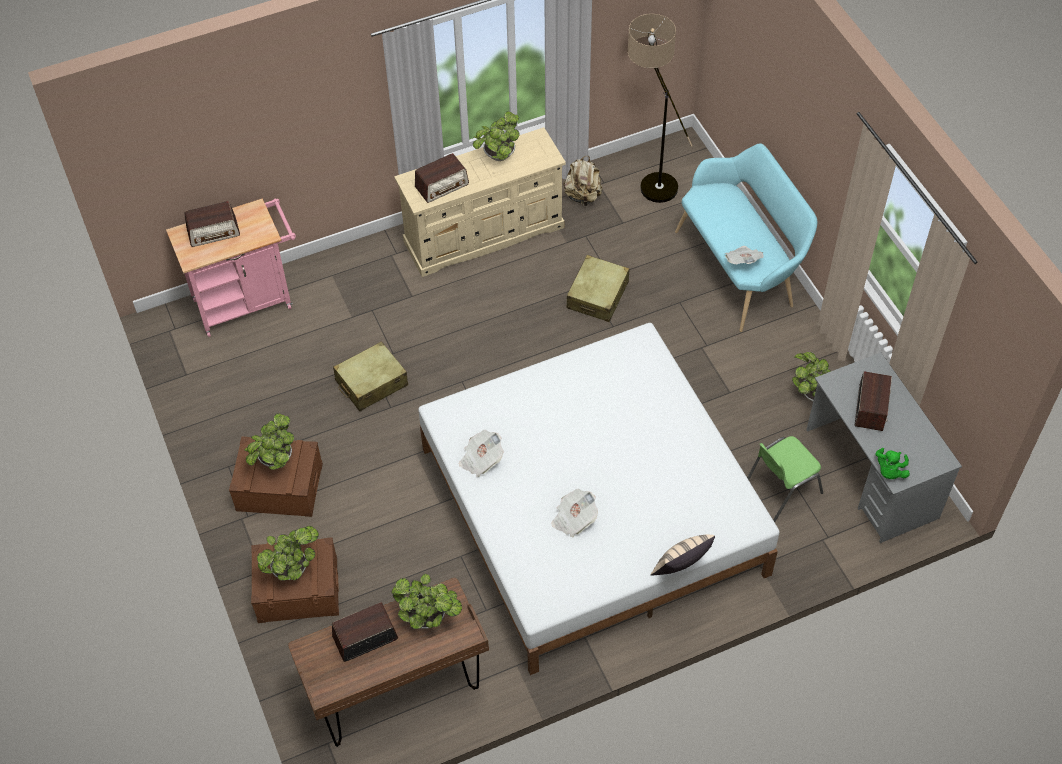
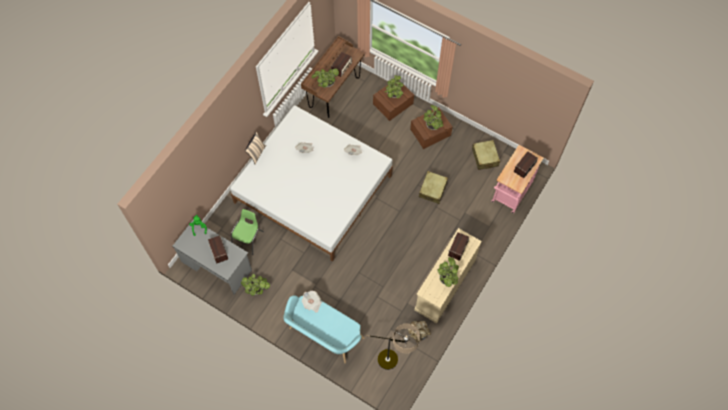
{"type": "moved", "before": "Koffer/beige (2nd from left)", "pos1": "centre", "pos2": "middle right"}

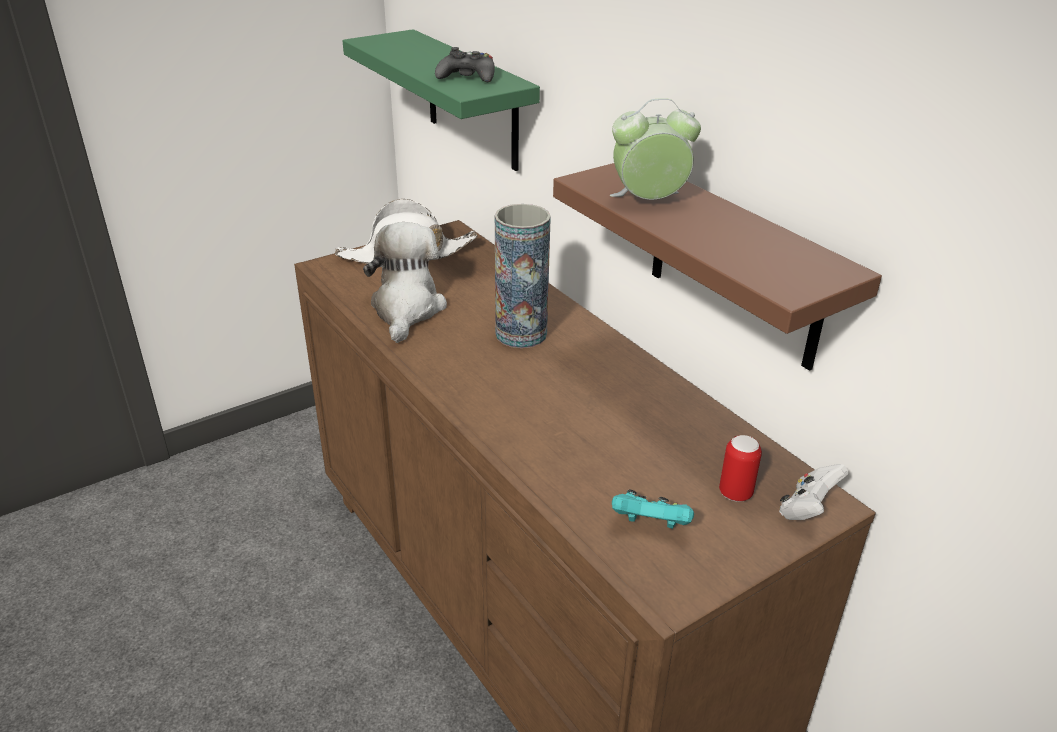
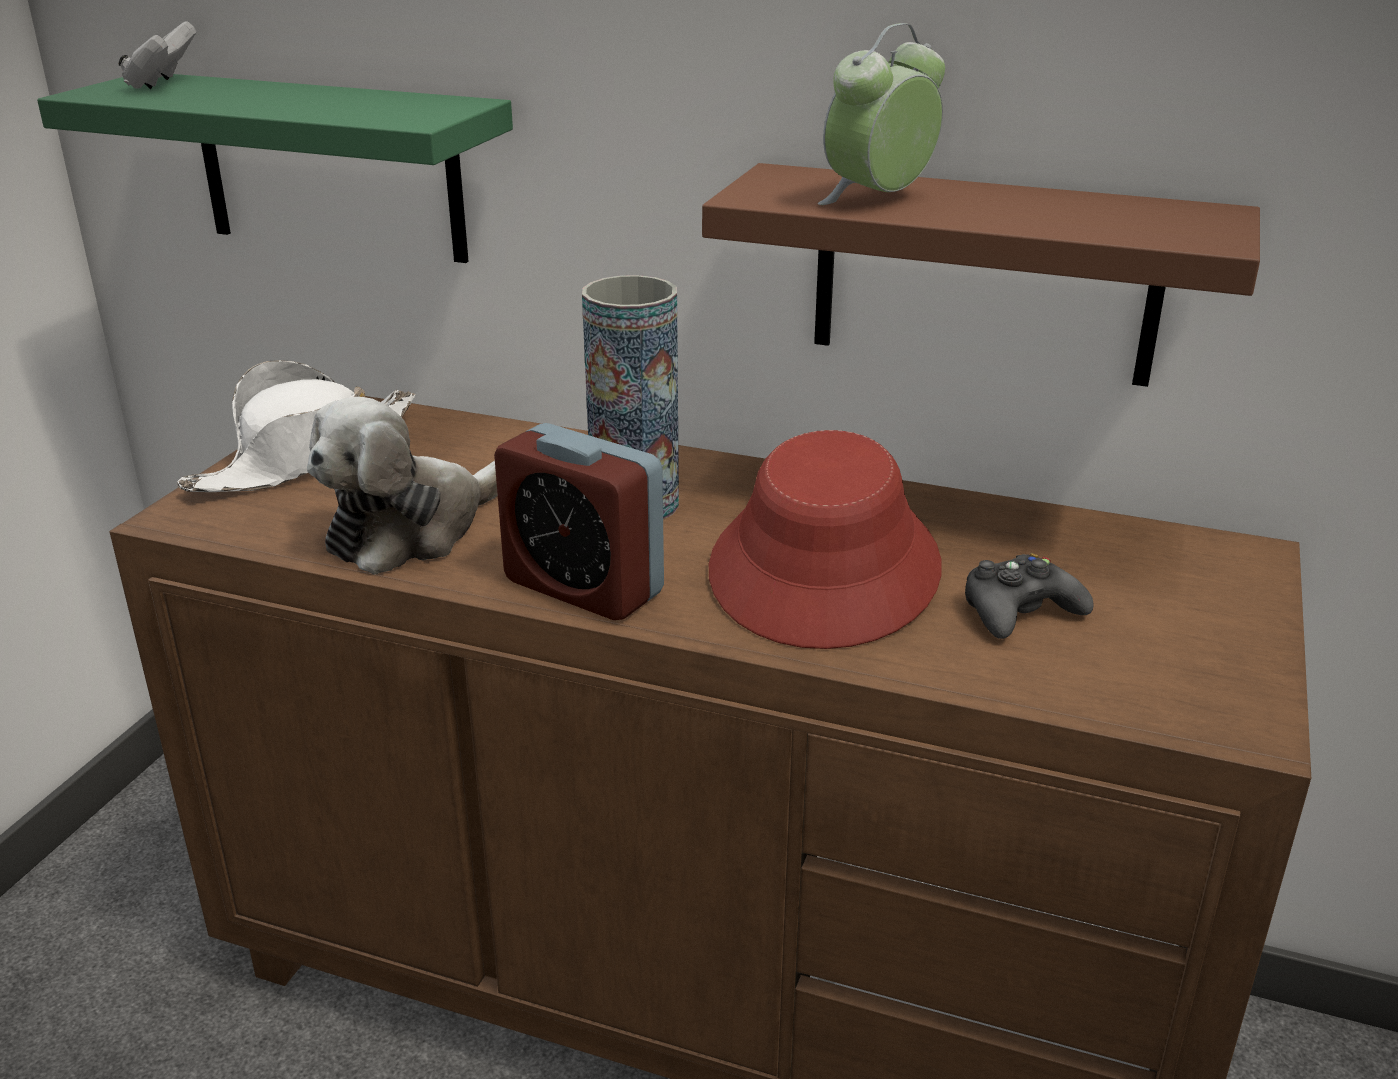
{"type": "moved", "before": "Gamepad/schwarz", "pos1": "top centre", "pos2": "middle right"}
{"type": "turned", "before": "Plüschtier", "pos1": "centre", "pos2": "middle left", "turn": -105}
{"type": "removed", "before": "Dose", "pos1": "middle right"}
{"type": "moved", "before": "Gamepad/weiß", "pos1": "bottom right", "pos2": "top left"}
{"type": "removed", "before": "Gamepad/türkis", "pos1": "bottom centre"}
{"type": "added", "after": "Wecker (1st from left)", "pos2": "centre"}
{"type": "added", "after": "Hut/rot", "pos2": "centre"}

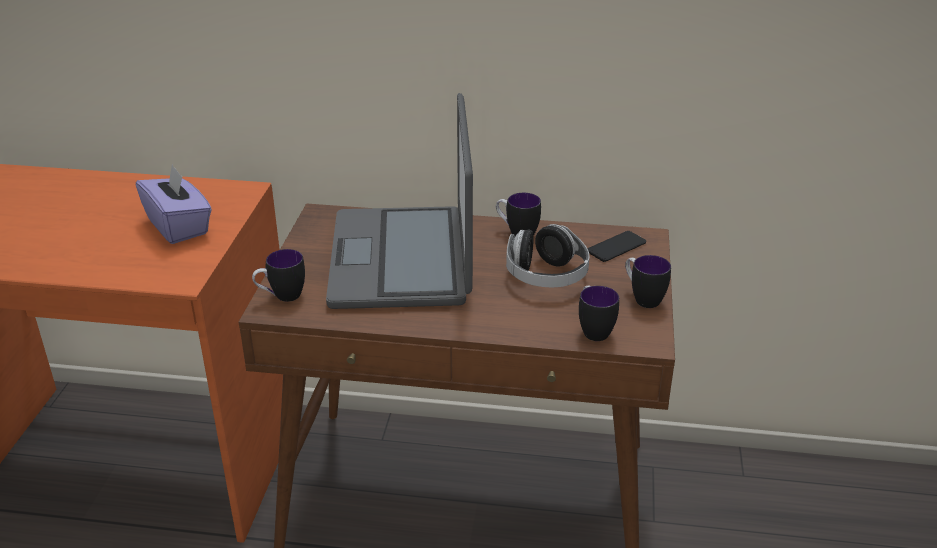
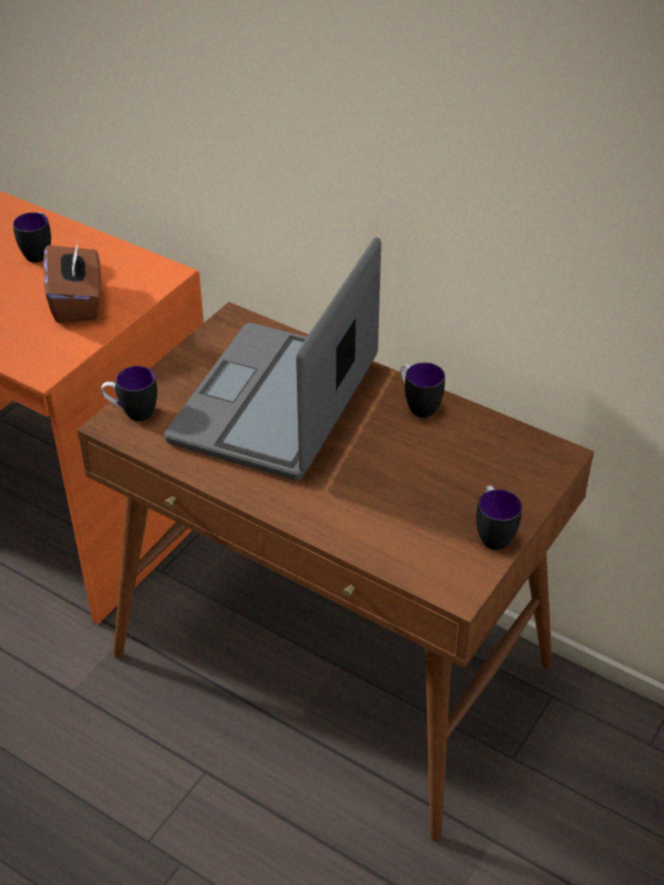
{"type": "recoloured", "before": "Taschentuchbox/lila", "after": "Taschentuchbox/braun", "pos1": "middle left", "pos2": "top left"}
{"type": "removed", "before": "Kopfhörer", "pos1": "centre"}
{"type": "removed", "before": "Handy", "pos1": "centre"}
{"type": "moved", "before": "Henkelbecher (3rd from left in the first image)", "after": "Henkelbecher (1st from left)", "pos1": "centre", "pos2": "top left"}

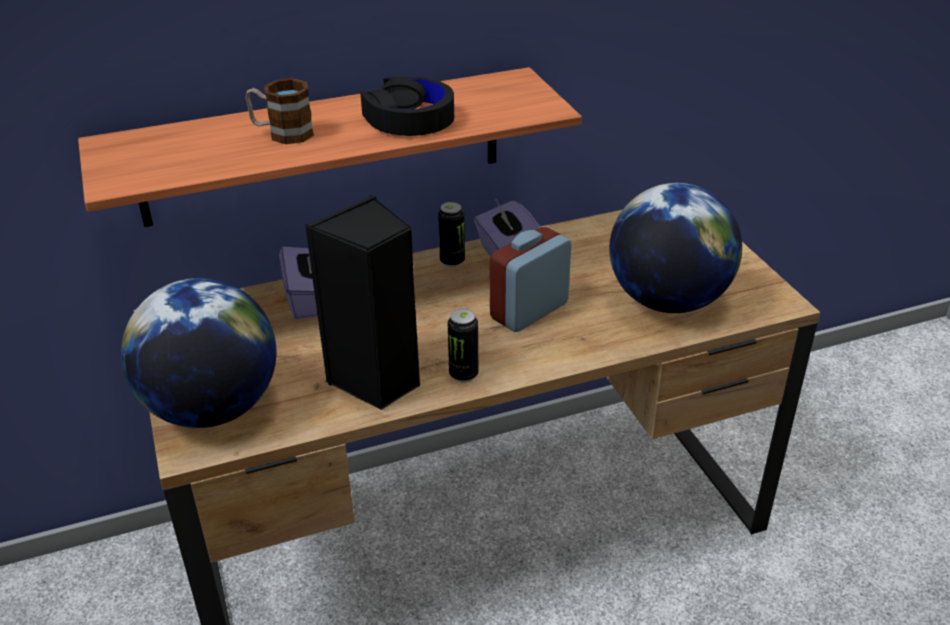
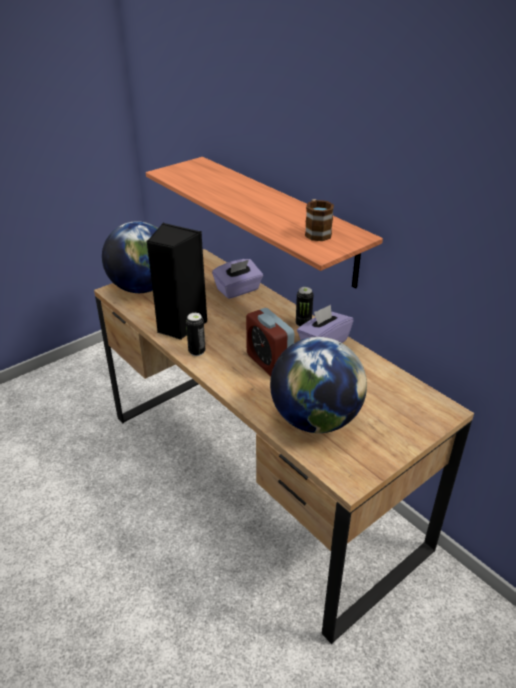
{"type": "removed", "before": "Kopfhörer/schwarz", "pos1": "top centre"}
{"type": "moved", "before": "Henkelbecher", "pos1": "top left", "pos2": "top centre"}
{"type": "turned", "before": "Wecker", "pos1": "centre", "pos2": "centre", "turn": -150}

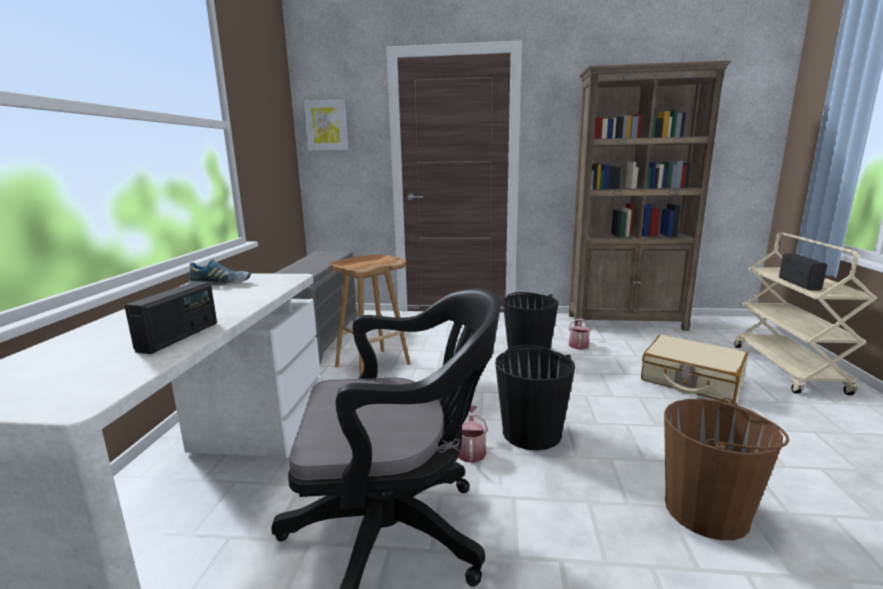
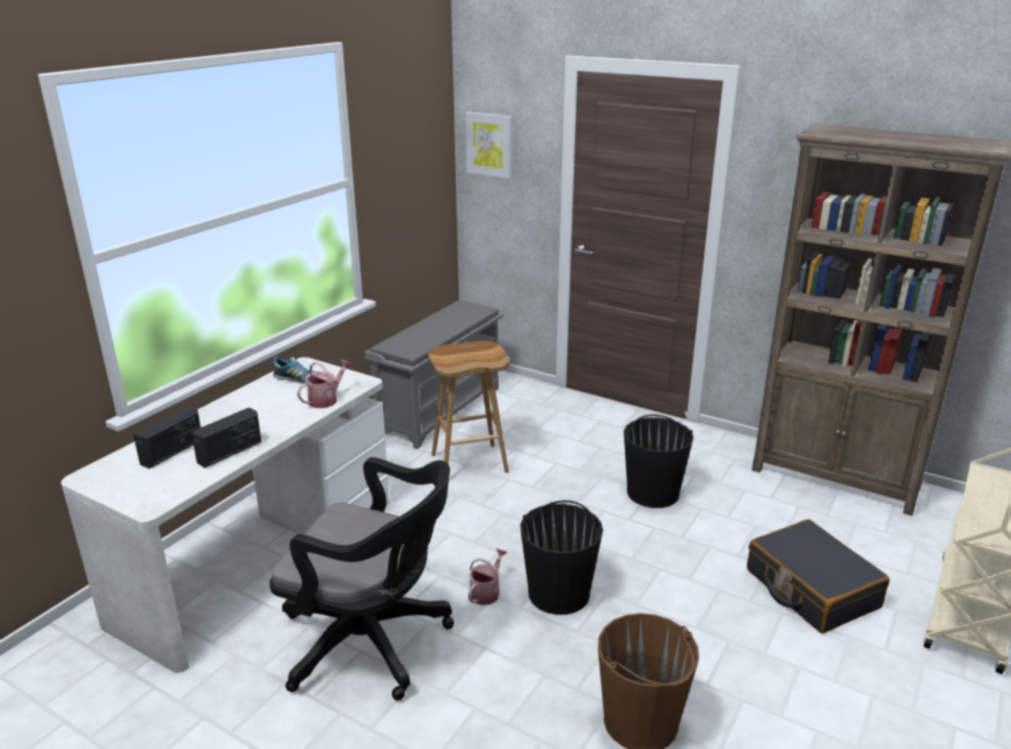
{"type": "moved", "before": "Radio (2nd from left in the first image)", "after": "Radio (1st from left)", "pos1": "middle right", "pos2": "middle left"}
{"type": "moved", "before": "Gießkanne (2nd from left in the first image)", "after": "Gießkanne (1st from left)", "pos1": "centre", "pos2": "middle left"}
{"type": "recoloured", "before": "Koffer/beige", "after": "Koffer/schwarz", "pos1": "middle right", "pos2": "bottom right"}

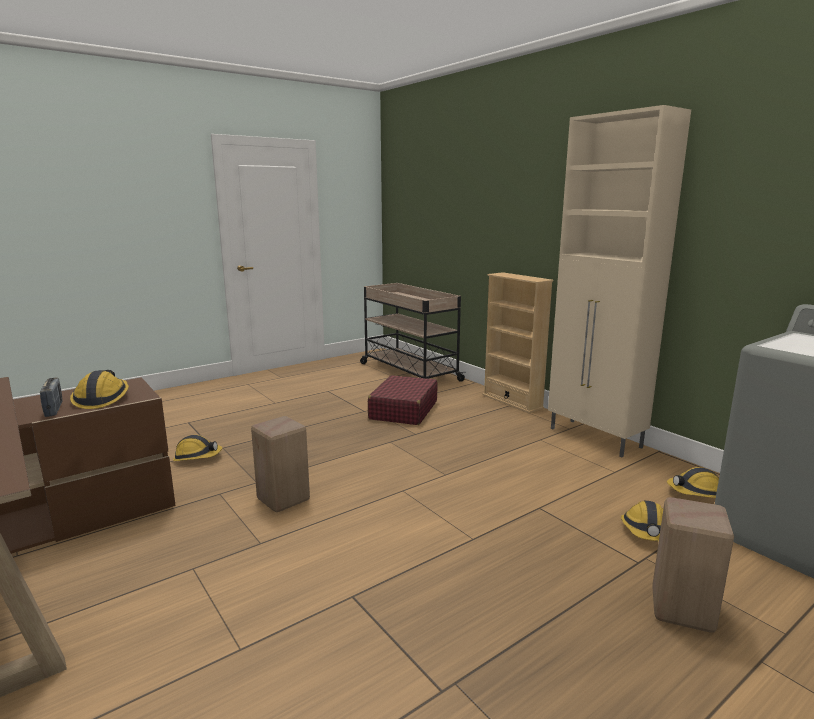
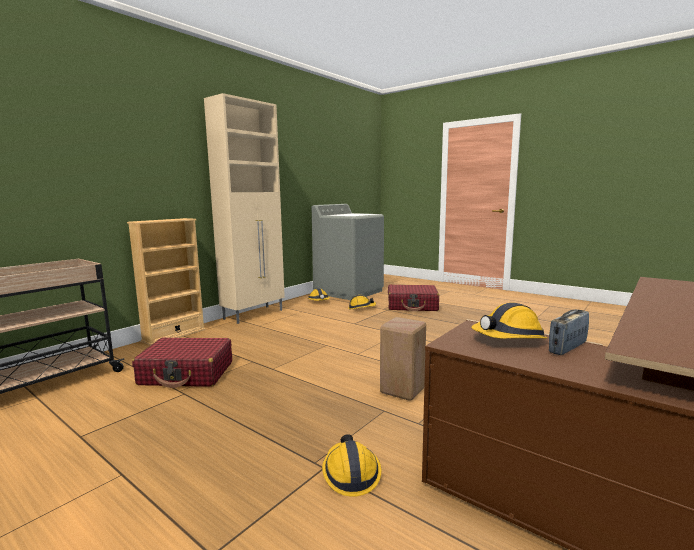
{"type": "replaced", "before": "Hocker/beige (2nd from left)", "after": "Koffer/rot (2nd from left)", "pos1": "bottom right", "pos2": "centre"}

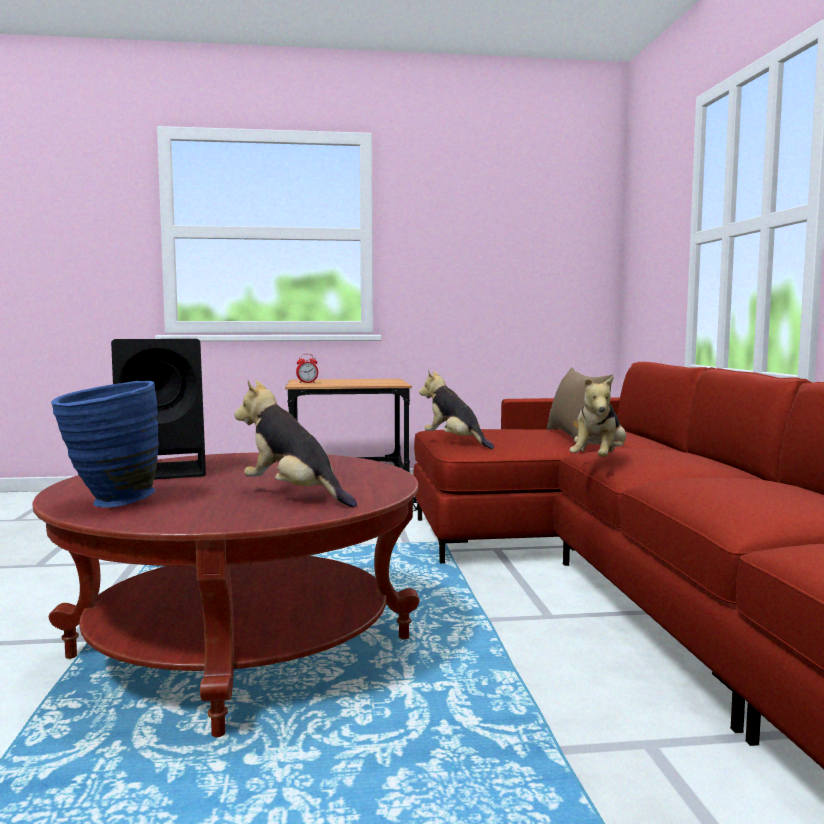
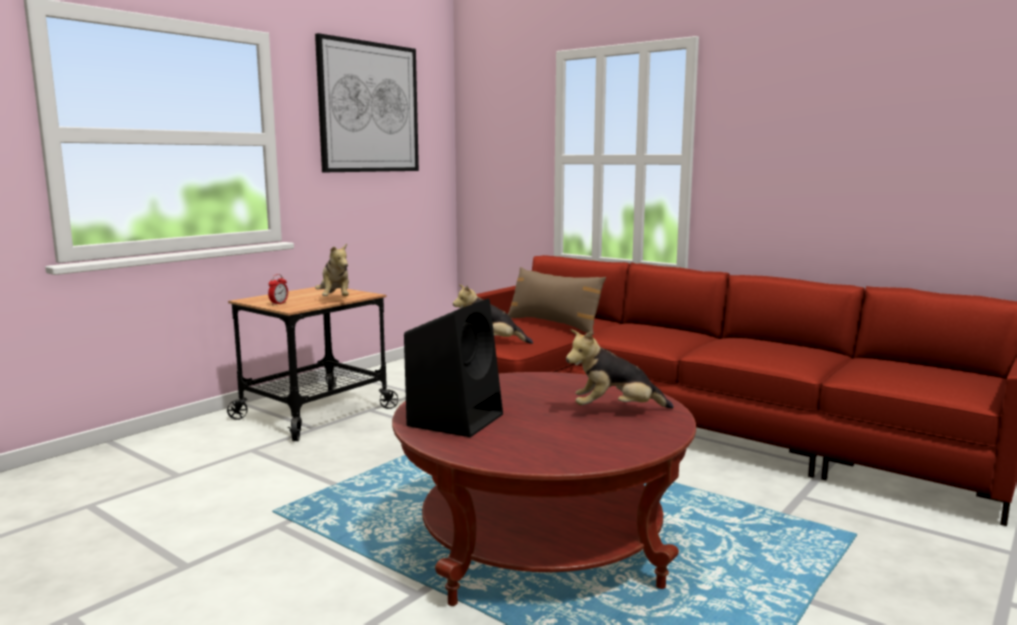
{"type": "moved", "before": "Plüschtier (3rd from left in the first image)", "after": "Plüschtier (1st from left)", "pos1": "middle right", "pos2": "middle left"}
{"type": "removed", "before": "Vase/blau", "pos1": "middle left"}
{"type": "added", "after": "Bild", "pos2": "top centre"}

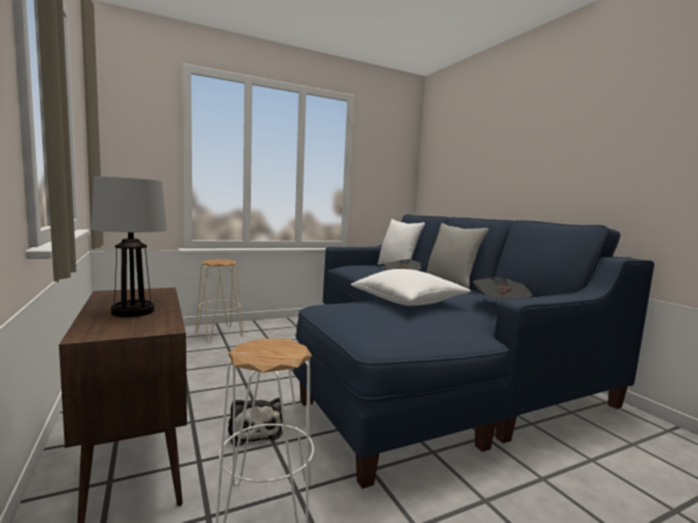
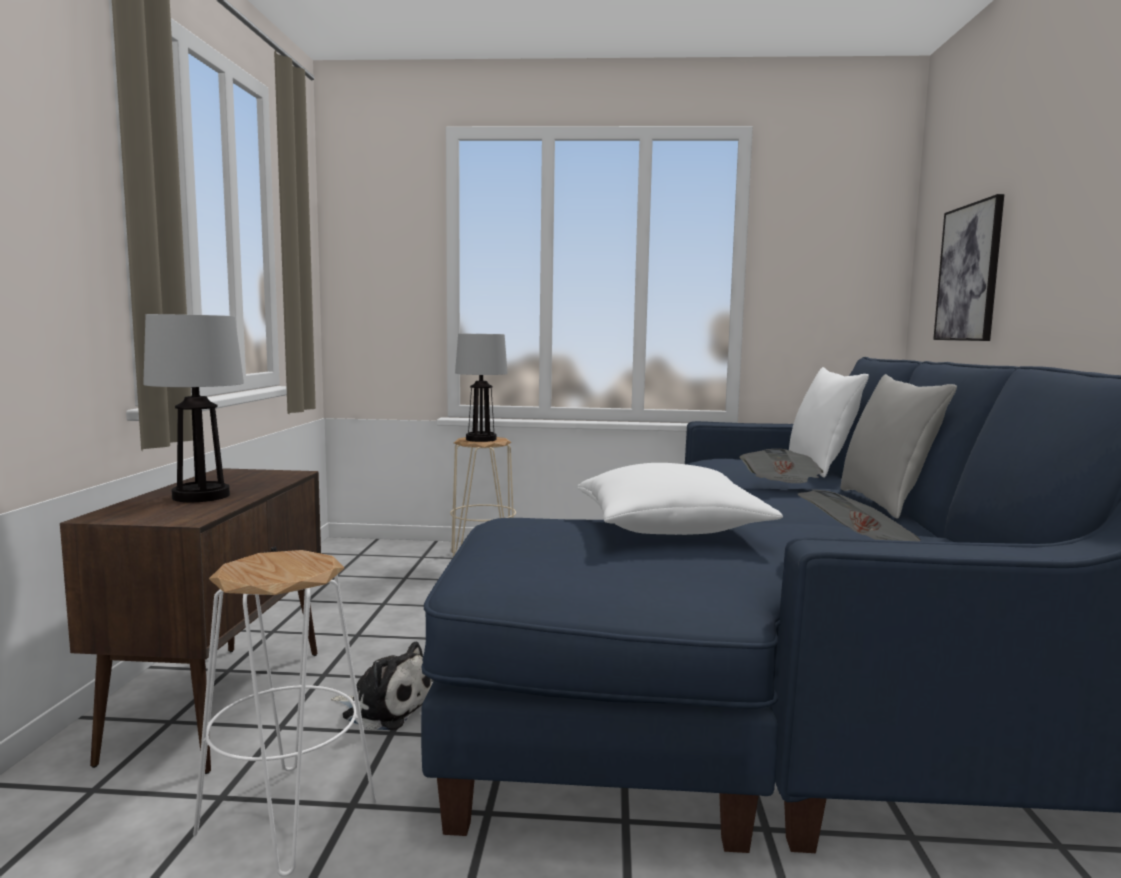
{"type": "turned", "before": "Plüschtier", "pos1": "bottom centre", "pos2": "bottom centre", "turn": -75}
{"type": "added", "after": "Bild", "pos2": "top right"}
{"type": "added", "after": "Tischlampe (2nd from left)", "pos2": "centre"}

